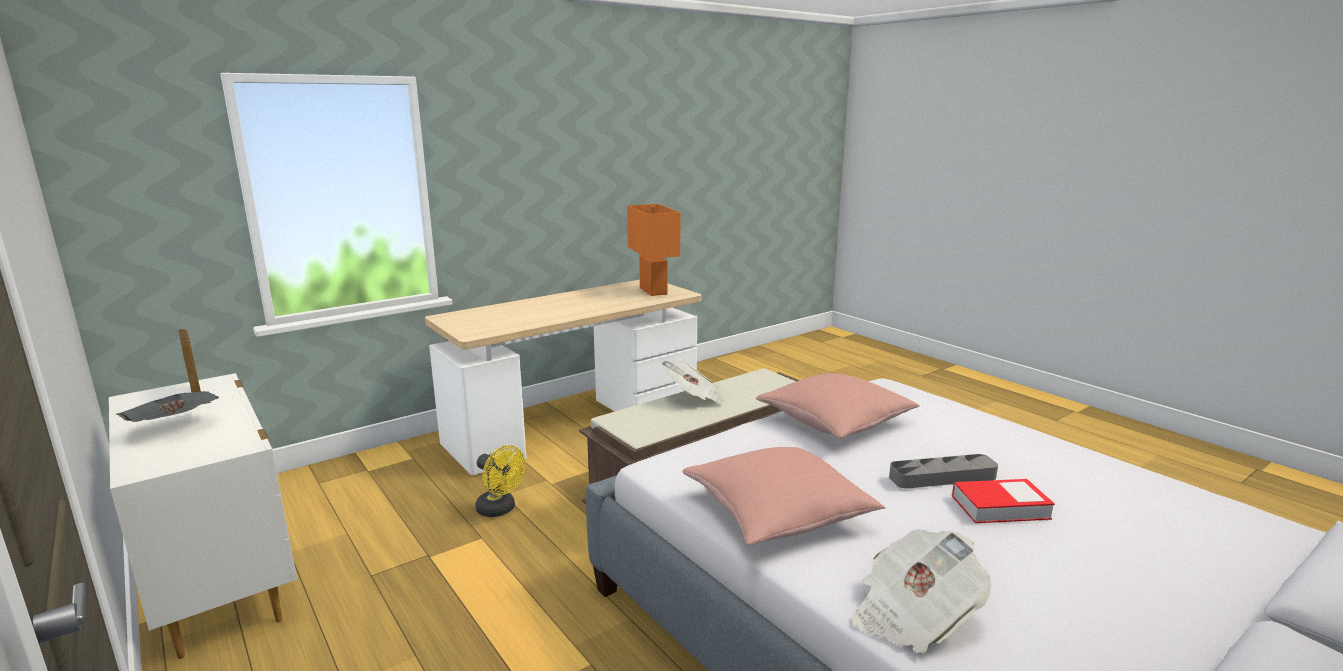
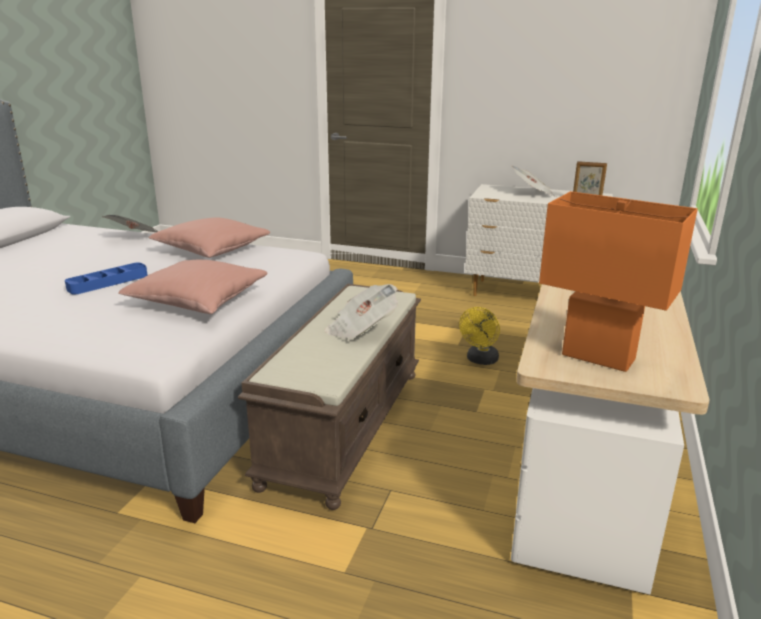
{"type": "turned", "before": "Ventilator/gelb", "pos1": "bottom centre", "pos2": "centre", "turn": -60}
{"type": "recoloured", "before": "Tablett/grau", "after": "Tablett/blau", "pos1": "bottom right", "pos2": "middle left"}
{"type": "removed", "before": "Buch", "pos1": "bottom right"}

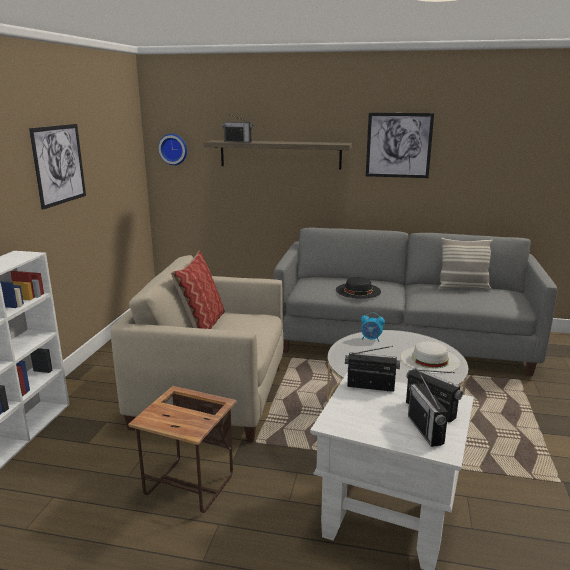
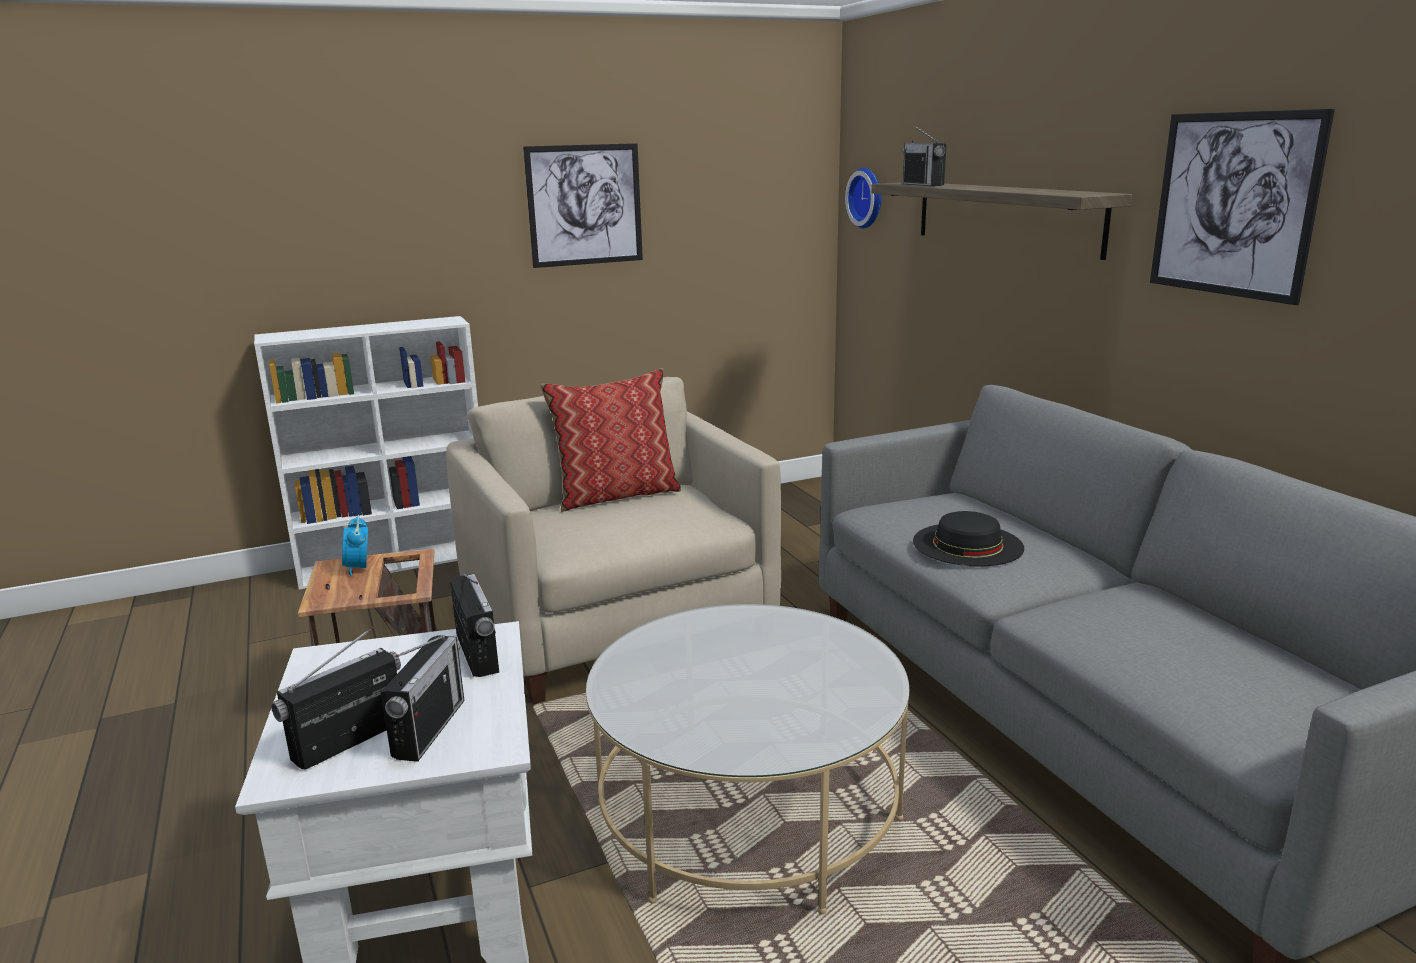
{"type": "removed", "before": "Kissen (2nd from left)", "pos1": "middle right"}
{"type": "moved", "before": "Wecker", "pos1": "centre", "pos2": "middle left"}
{"type": "removed", "before": "Hut/weiß", "pos1": "middle right"}

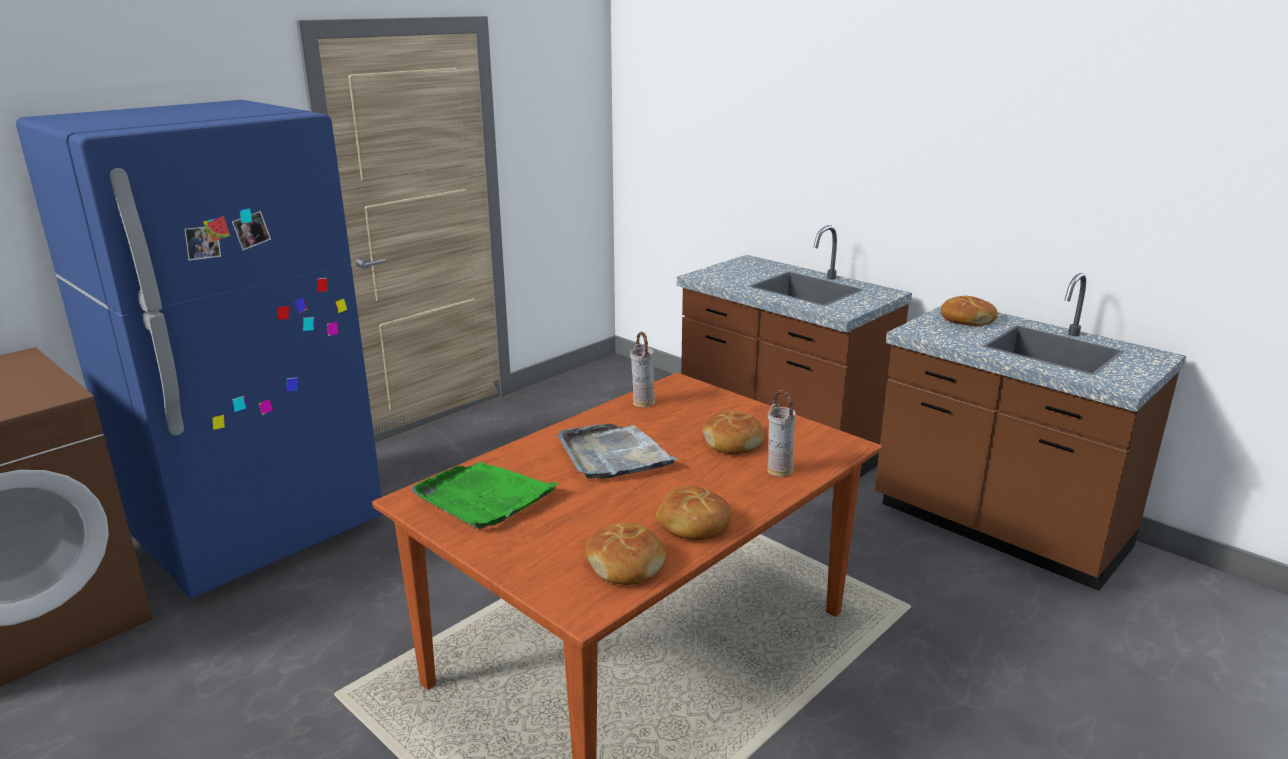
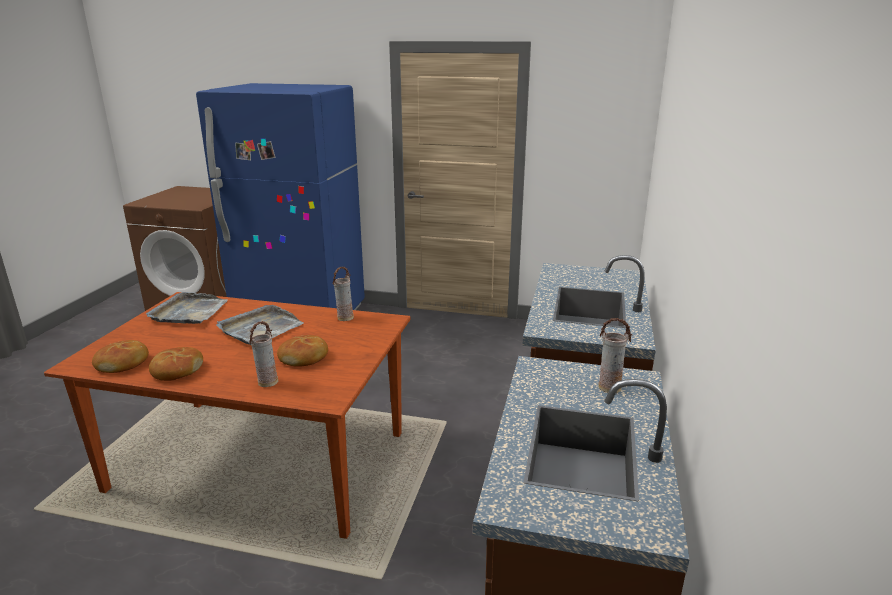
{"type": "replaced", "before": "Brot (4th from left)", "after": "Vase (3rd from left)", "pos1": "middle right", "pos2": "middle right"}
{"type": "recoloured", "before": "Tablett/grün", "after": "Tablett/grau (1st from left)", "pos1": "centre", "pos2": "middle left"}

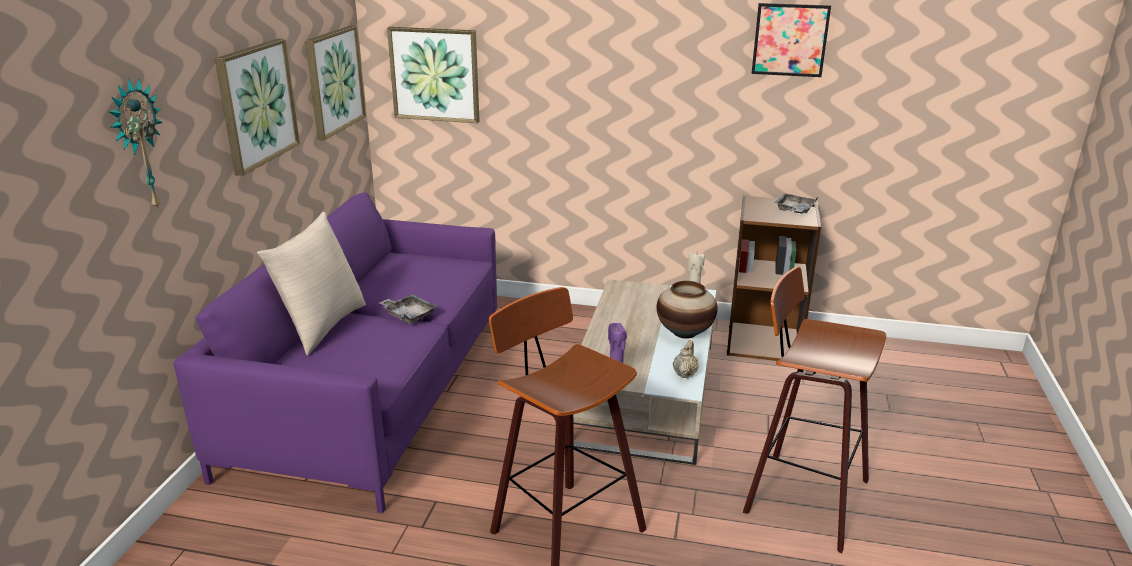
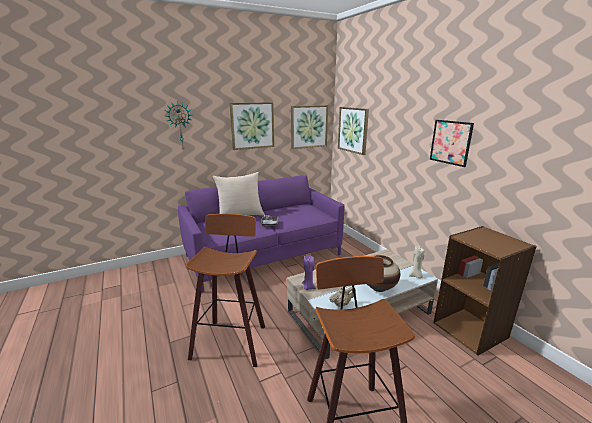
{"type": "moved", "before": "Bild (4th from left)", "pos1": "top right", "pos2": "middle right"}
{"type": "removed", "before": "Tablett/grau (2nd from left)", "pos1": "middle right"}

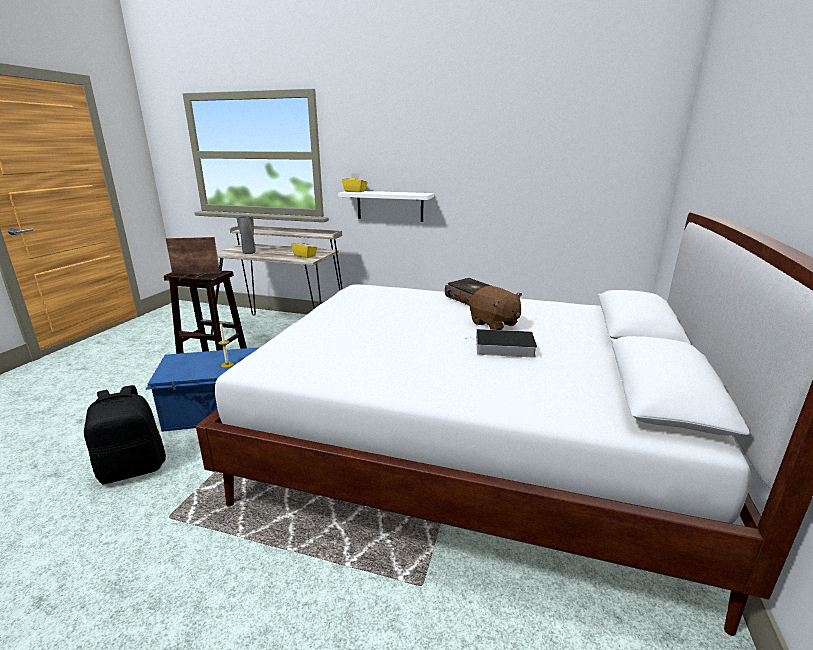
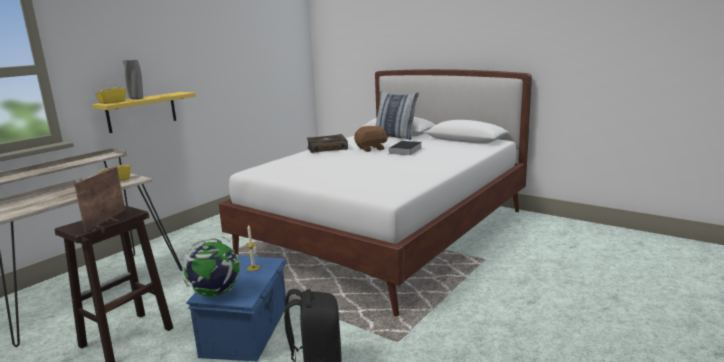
{"type": "recoloured", "before": "Wandregal/weiß", "after": "Wandregal/gelb", "pos1": "top centre", "pos2": "top left"}
{"type": "moved", "before": "Vase/grau", "pos1": "middle left", "pos2": "top left"}
{"type": "added", "after": "Kissen", "pos2": "top centre"}
{"type": "added", "after": "Globus", "pos2": "bottom left"}

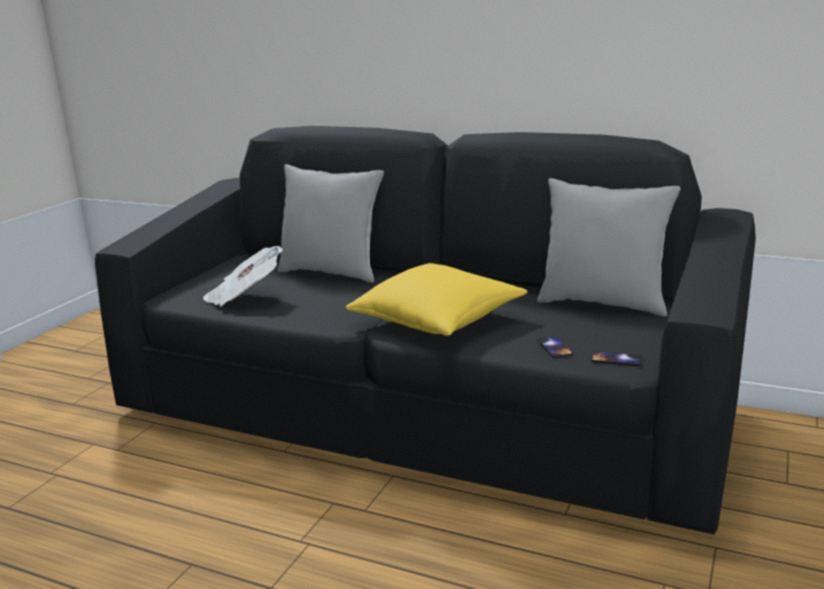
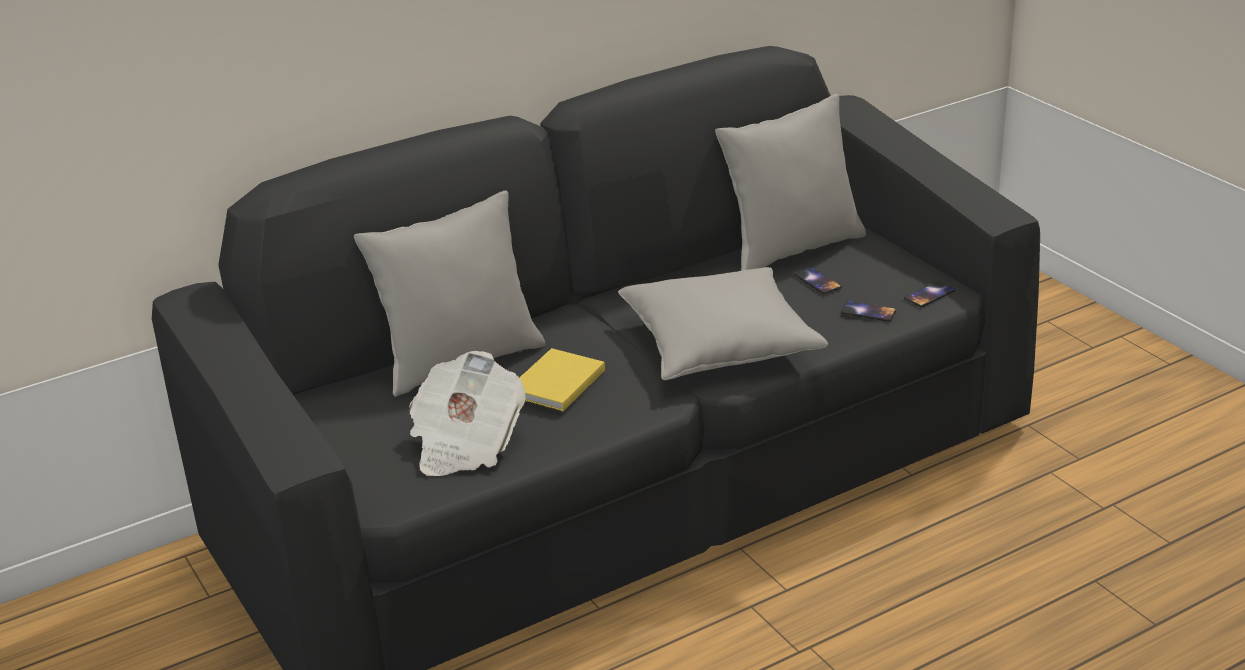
{"type": "recoloured", "before": "Kissen/gelb", "after": "Kissen/grau (2nd from left)", "pos1": "centre", "pos2": "centre"}
{"type": "added", "after": "Handy (1st from left)", "pos2": "centre"}
{"type": "added", "after": "Buch/gelb", "pos2": "centre"}

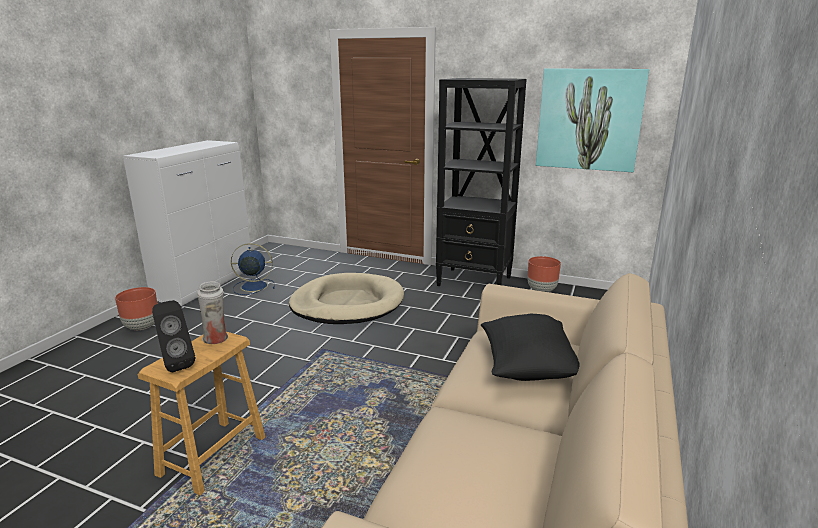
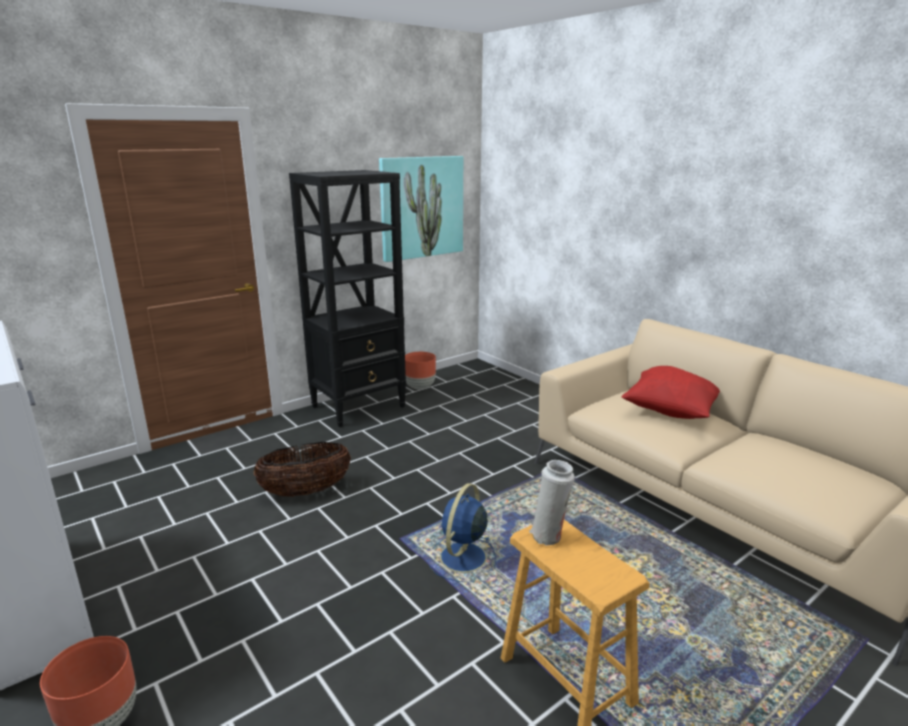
{"type": "moved", "before": "Ventilator/blau", "pos1": "middle left", "pos2": "bottom centre"}
{"type": "replaced", "before": "Hundebett/beige", "after": "Korb", "pos1": "centre", "pos2": "middle left"}
{"type": "removed", "before": "Lautsprecher/schwarz", "pos1": "middle left"}
{"type": "recoloured", "before": "Kissen/schwarz", "after": "Kissen/rot", "pos1": "centre", "pos2": "middle right"}

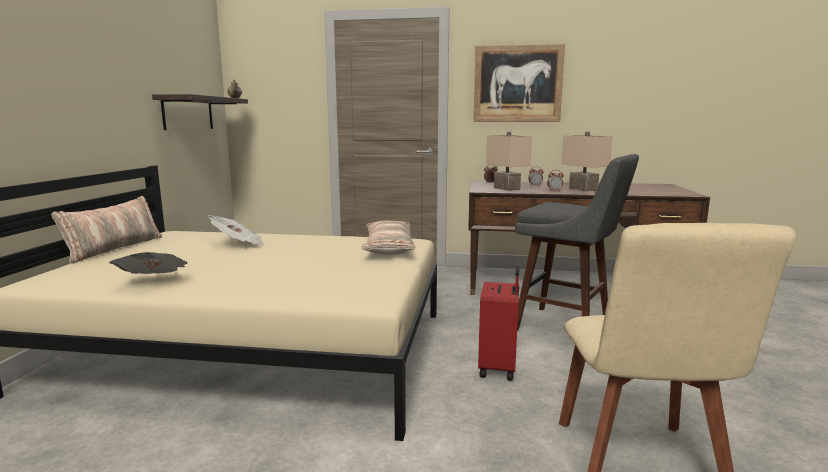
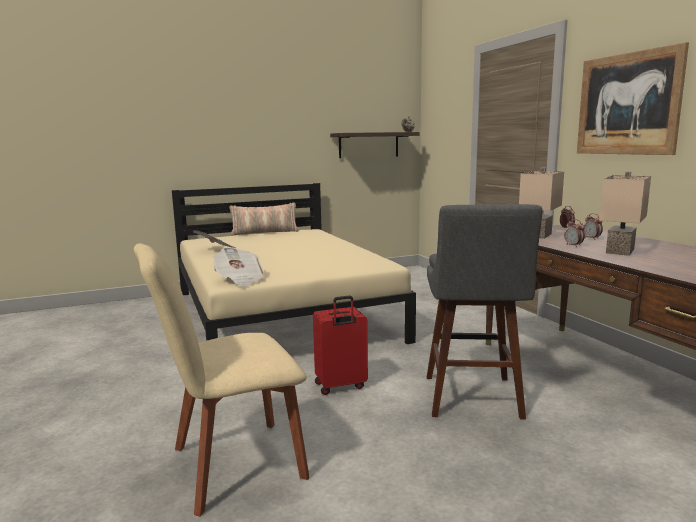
{"type": "moved", "before": "Zeitung (2nd from left)", "pos1": "middle left", "pos2": "centre"}
{"type": "removed", "before": "Kissen (2nd from left)", "pos1": "centre"}

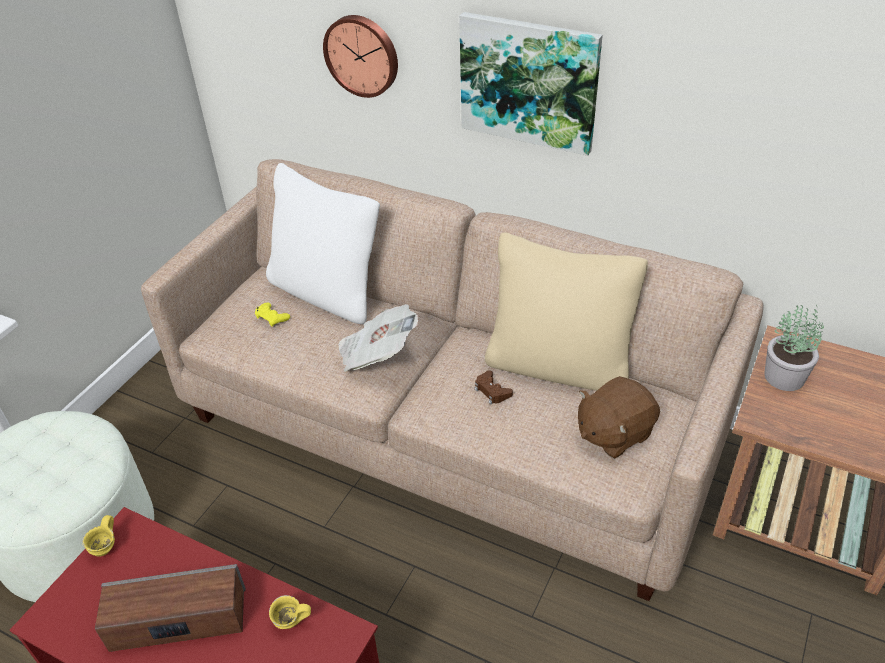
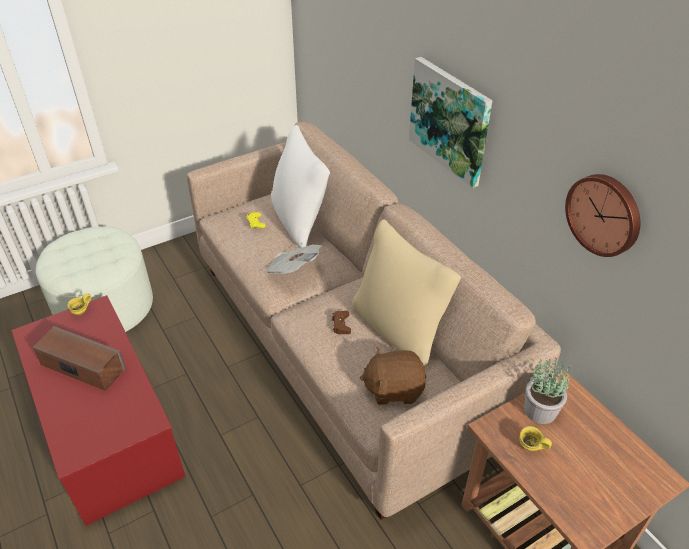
{"type": "moved", "before": "Wanduhr", "pos1": "top centre", "pos2": "middle right"}
{"type": "moved", "before": "Henkelbecher/gelb (2nd from left)", "pos1": "bottom left", "pos2": "bottom right"}

